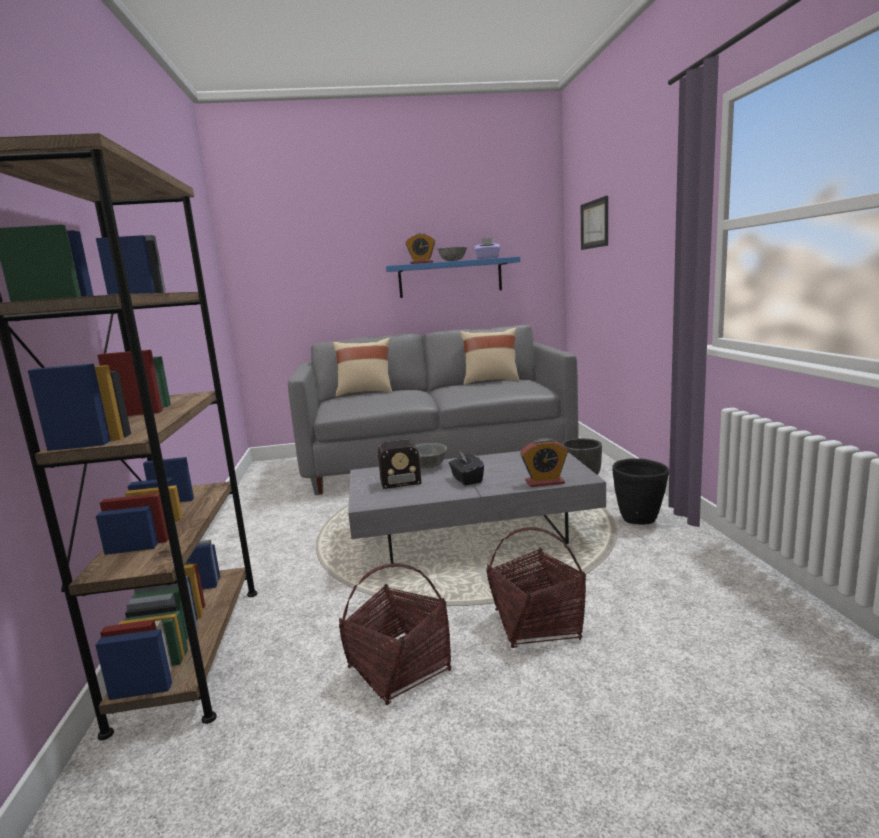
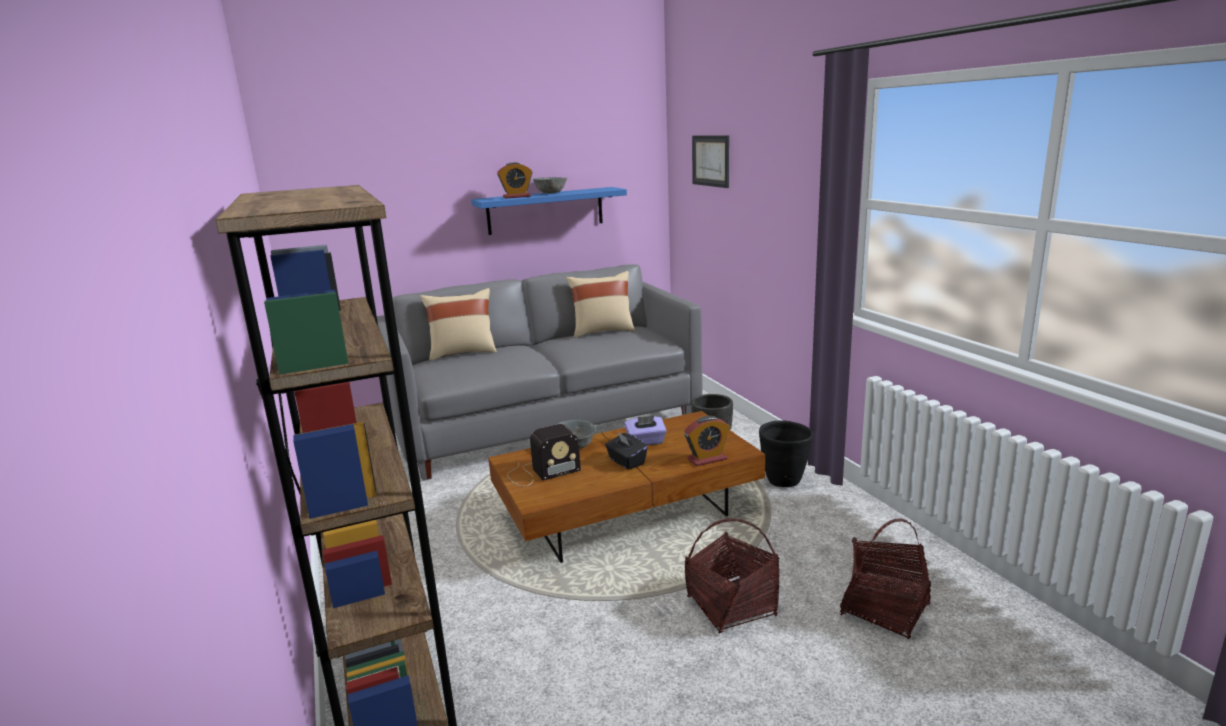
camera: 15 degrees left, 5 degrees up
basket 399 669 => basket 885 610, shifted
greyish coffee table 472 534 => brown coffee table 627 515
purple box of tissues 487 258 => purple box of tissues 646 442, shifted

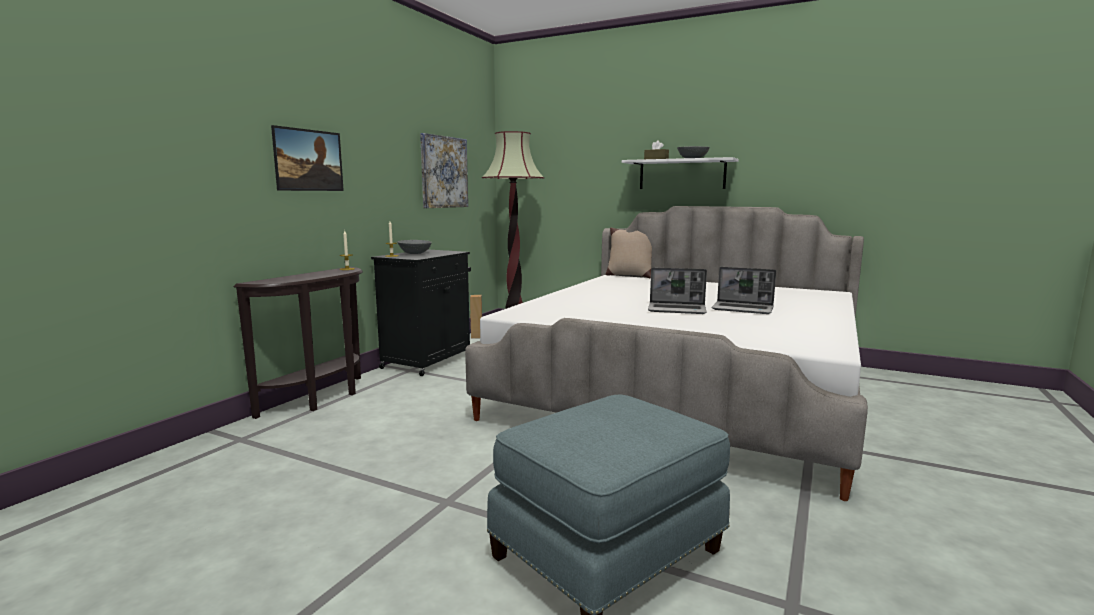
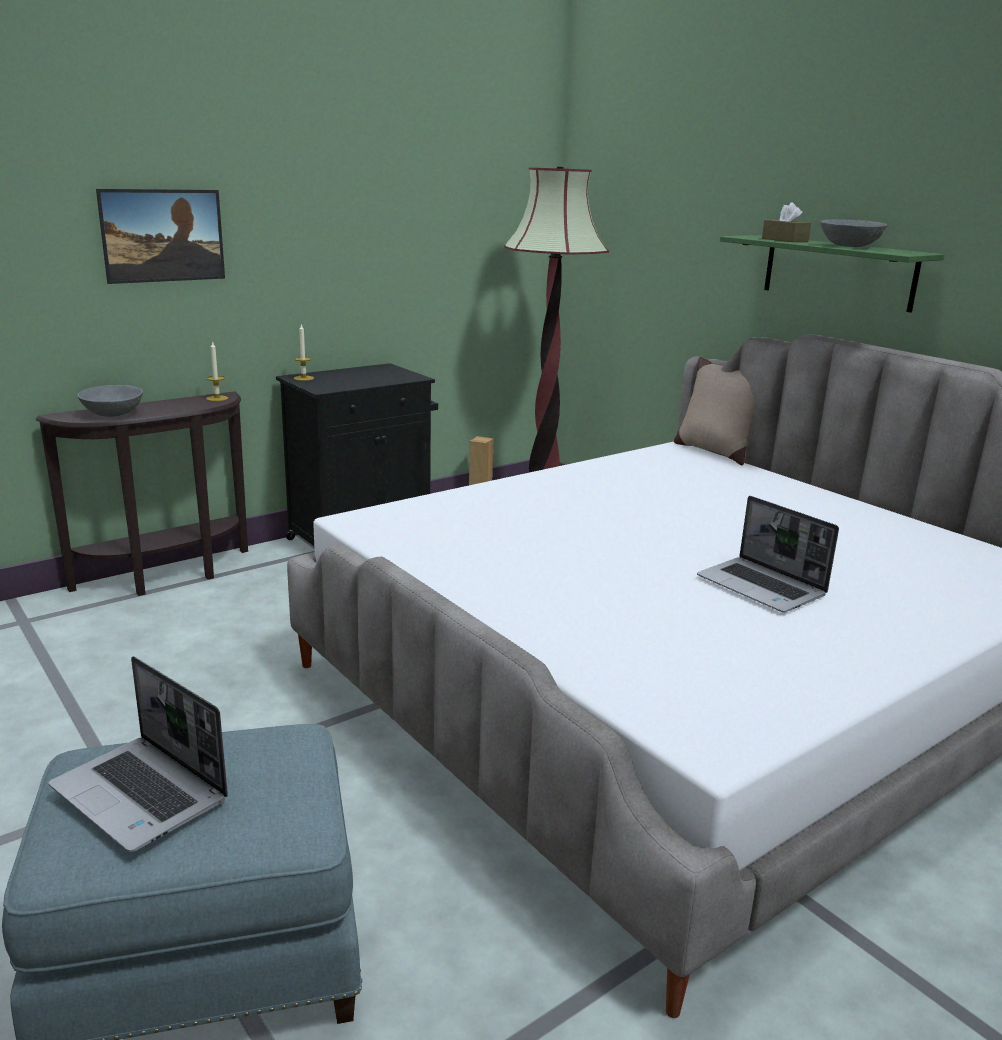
camera: 25 degrees right, 10 degrees up
greyish bowl 414 253 => greyish bowl 112 414, shifted
wall picture 444 172 => nothing
white shelf 682 174 => green shelf 838 272
laptop 677 310 => laptop 142 794, shifted

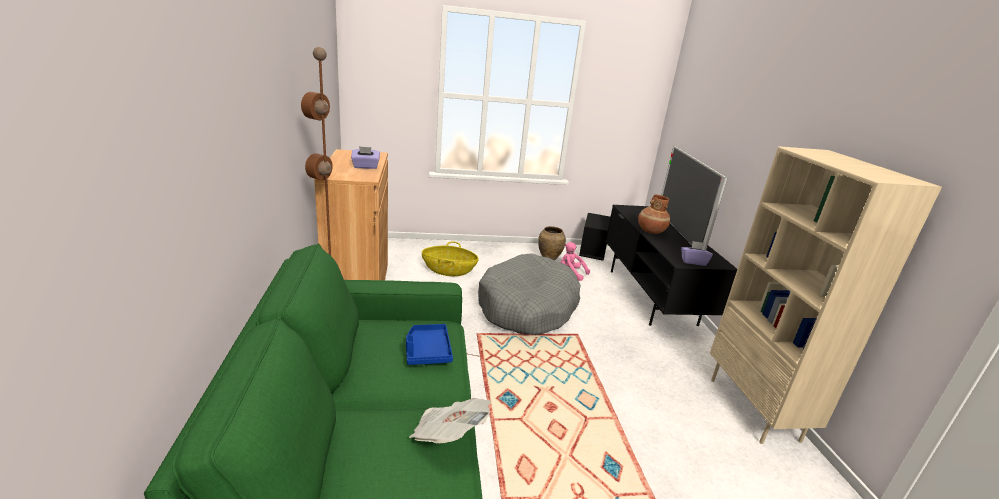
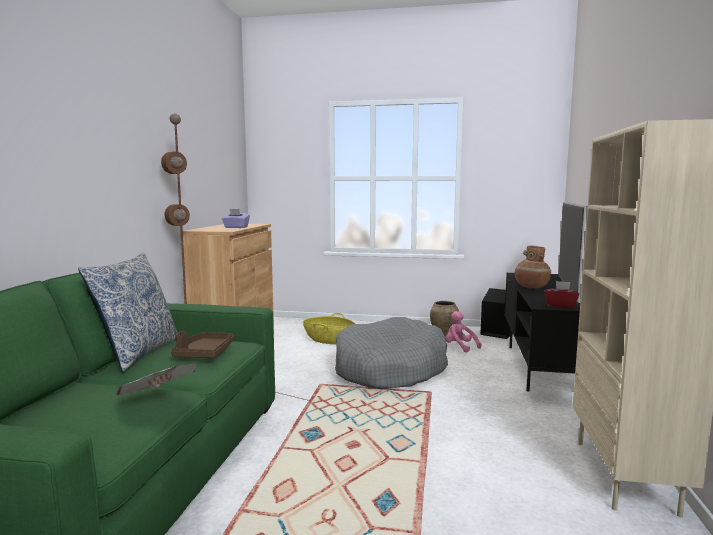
camera: 20 degrees right, 15 degrees down
blue-coloured tray 427 351 => brown tray 204 353
purple box of tissues 693 262 => red box of tissues 561 305
nothing => pillow 137 353

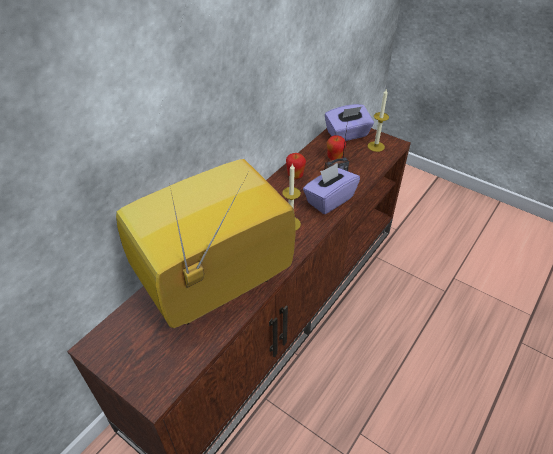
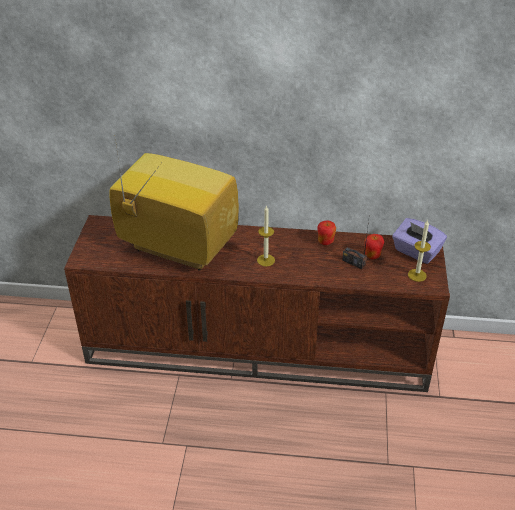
camera: 60 degrees right, 5 degrees down
purple box of tissues 329 200 => nothing

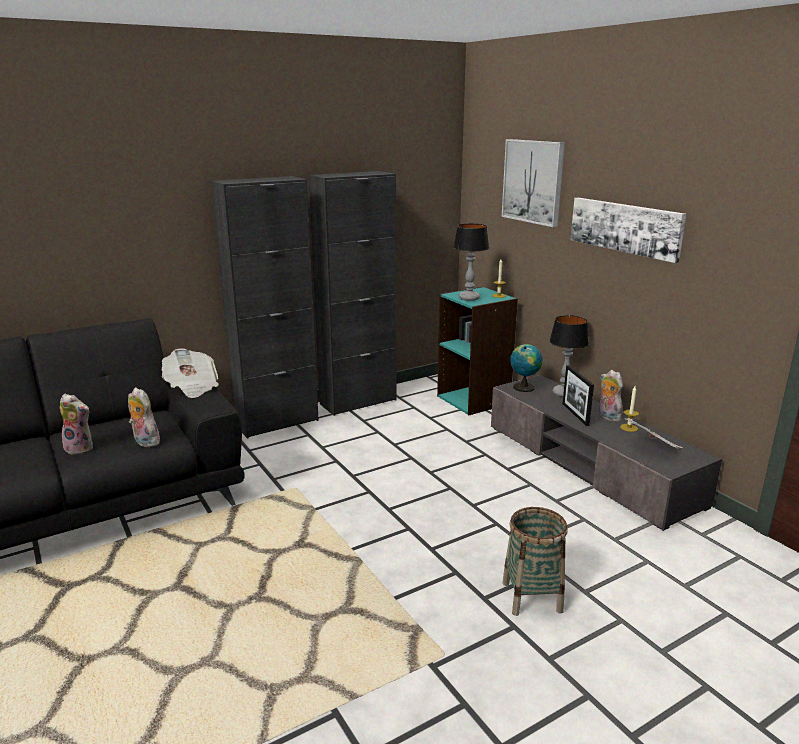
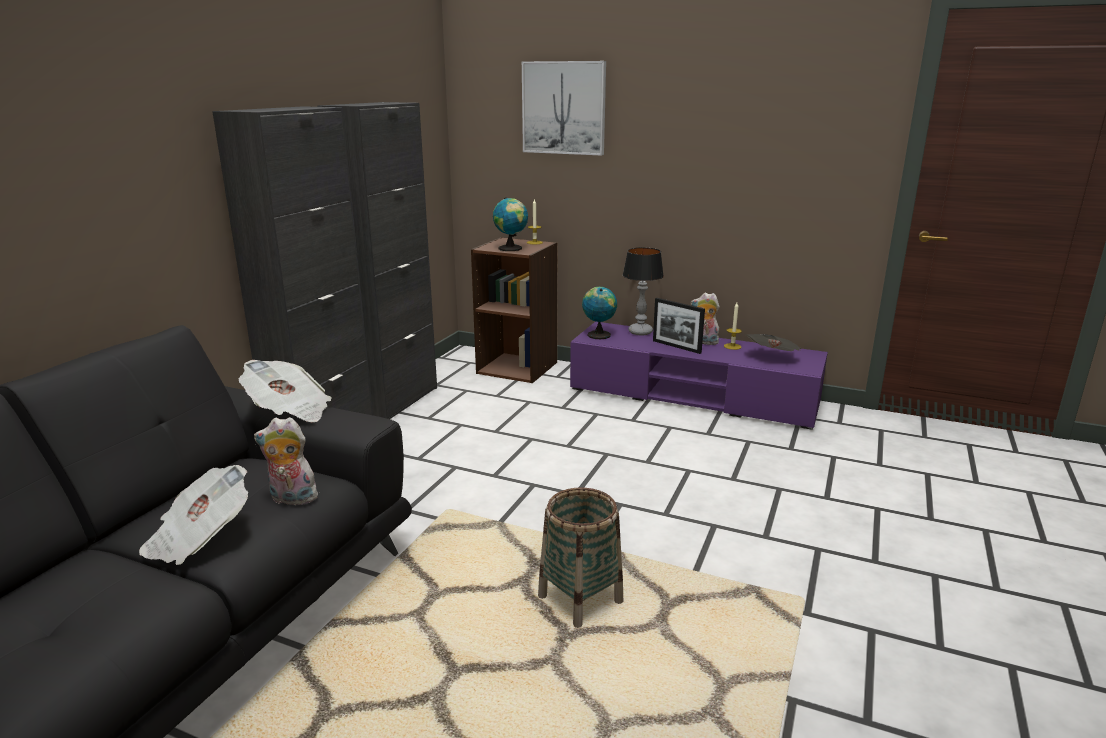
camera: 35 degrees left, 0 degrees up
plush toy 81 448 => newspaper 200 538
turquoise shelving unit 474 399 => brown shelving unit 517 367
lamp for a table 469 298 => desk globe 511 249
greyish media console 589 464 => purple media console 692 396
basket 532 597 => basket 580 599, shifted
wall picture 625 227 => nothing

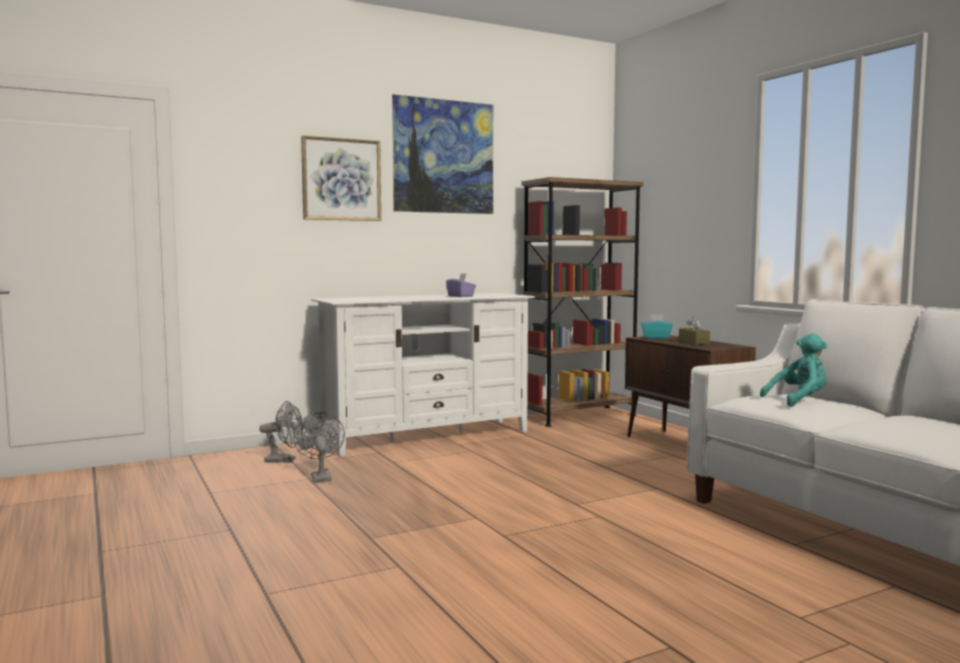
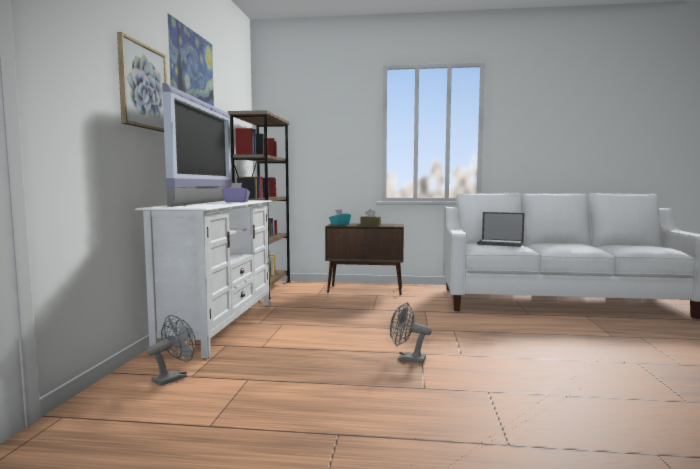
camera: 55 degrees left, 0 degrees up
greyish cooling fan 320 476 => greyish cooling fan 406 359, shifted
turquoise plush toy 799 400 => laptop 501 243
nothing => TV set 205 202

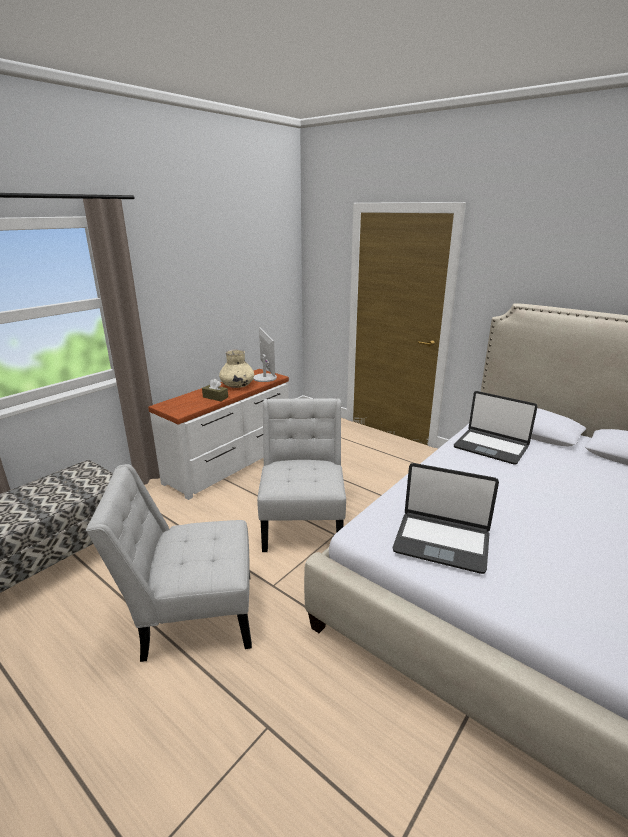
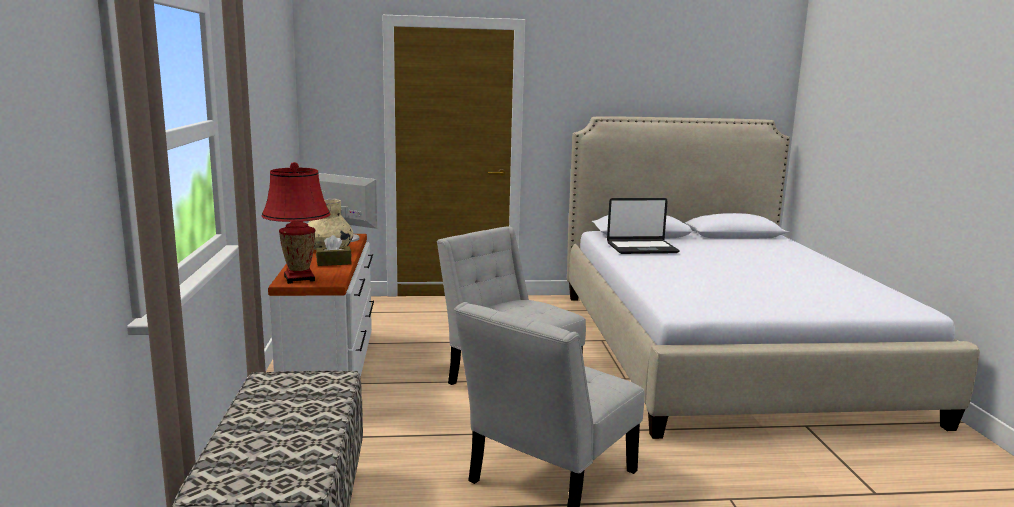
camera: 45 degrees left, 10 degrees down
laptop 441 542 => nothing
nothing => red lamp for a table 299 278

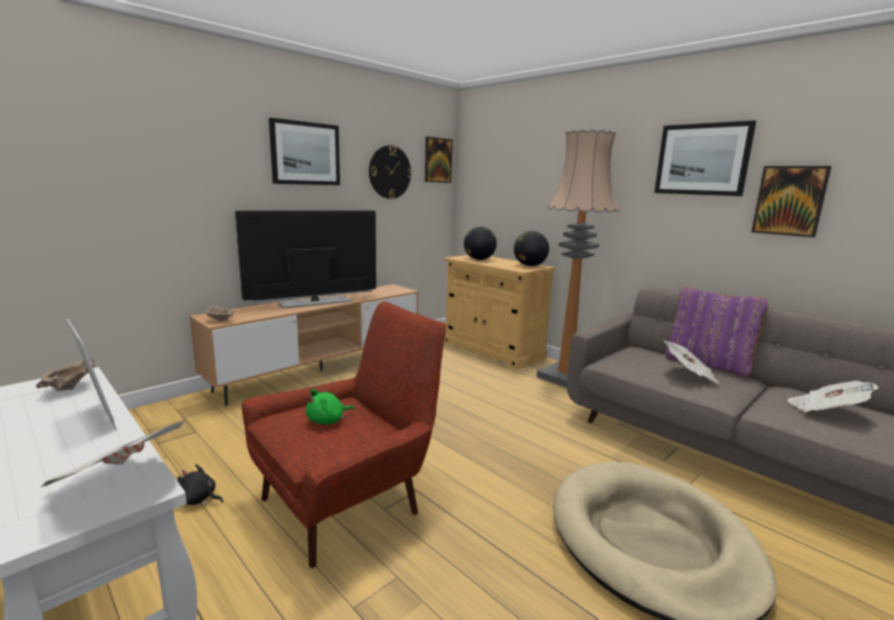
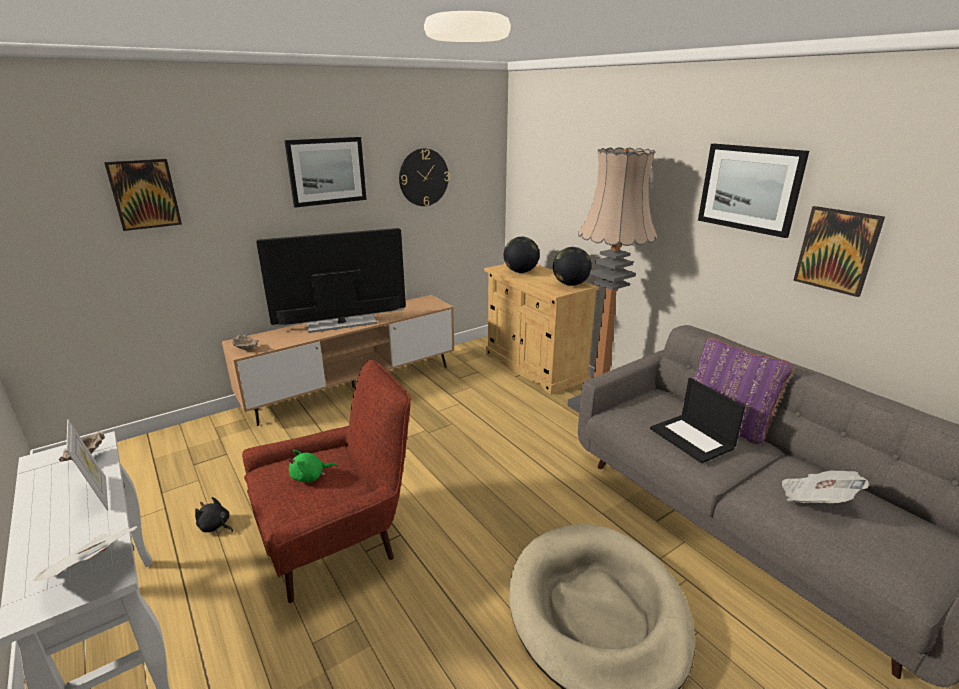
camera: 10 degrees right, 10 degrees up
wall picture 437 160 => wall picture 144 194, shifted
newspaper 689 375 => laptop 692 438

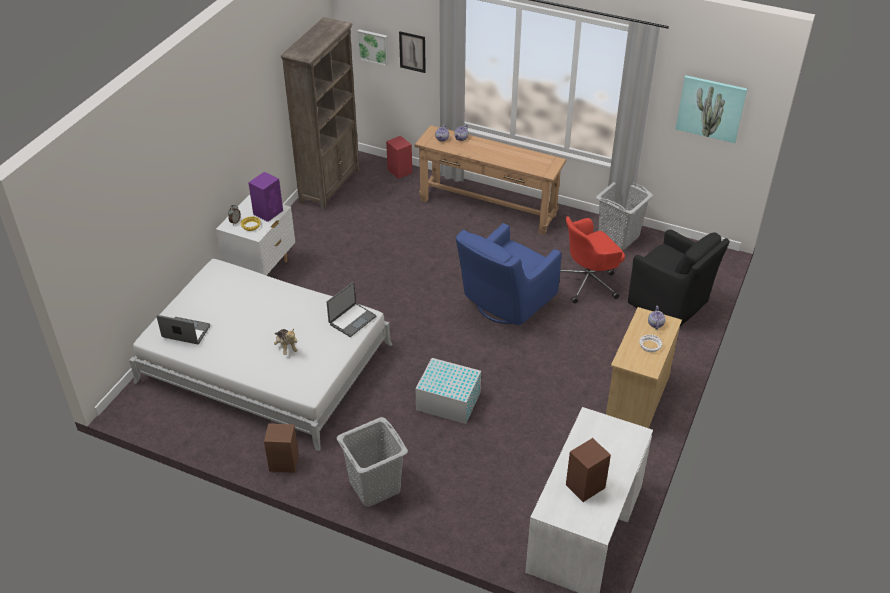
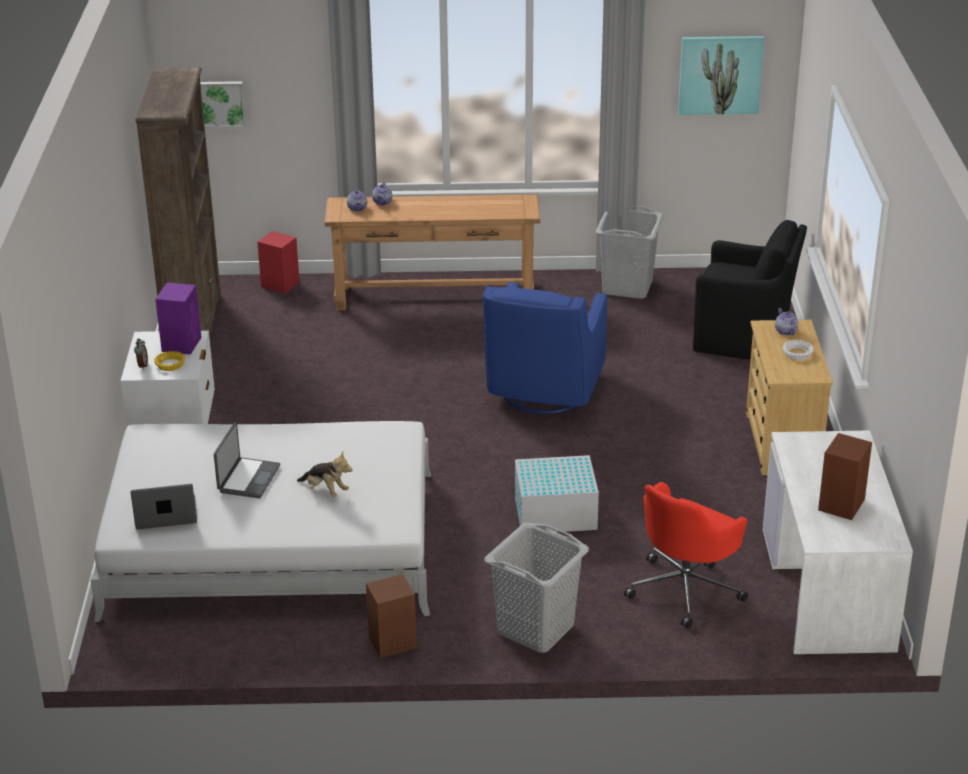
camera: 25 degrees left, 10 degrees down
laptop 352 320 => laptop 248 479, shifted
wall picture 412 52 => nothing
red computer chair 588 282 => red computer chair 686 589, shifted

